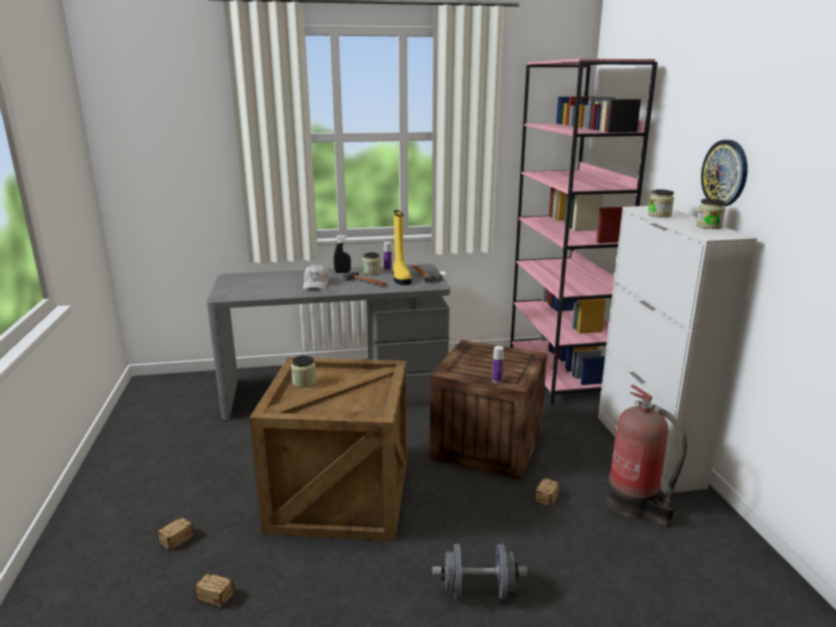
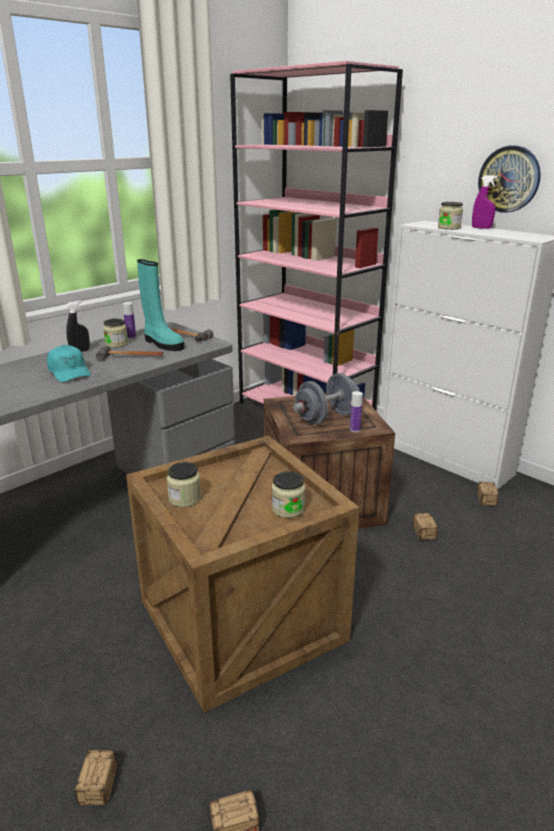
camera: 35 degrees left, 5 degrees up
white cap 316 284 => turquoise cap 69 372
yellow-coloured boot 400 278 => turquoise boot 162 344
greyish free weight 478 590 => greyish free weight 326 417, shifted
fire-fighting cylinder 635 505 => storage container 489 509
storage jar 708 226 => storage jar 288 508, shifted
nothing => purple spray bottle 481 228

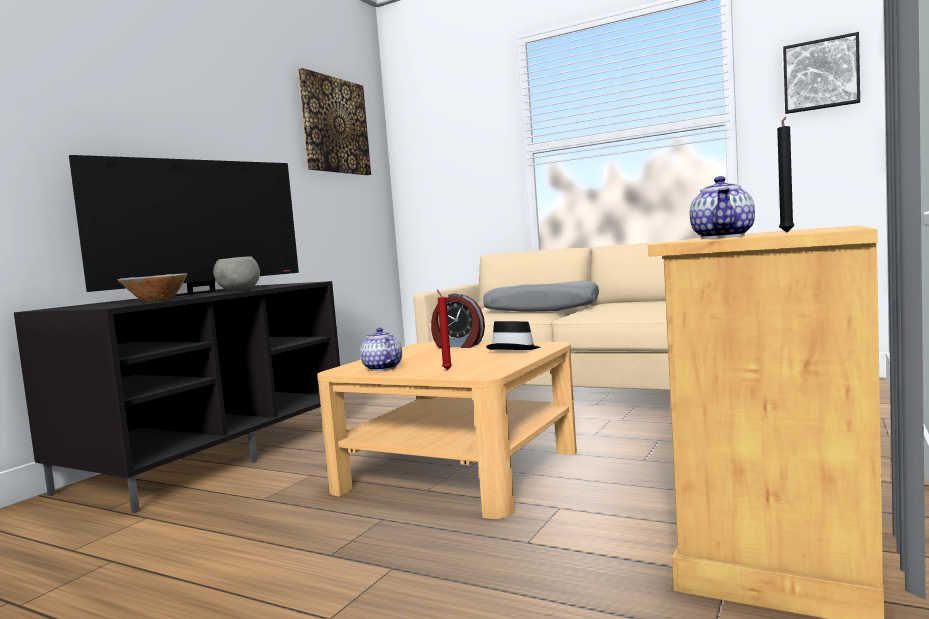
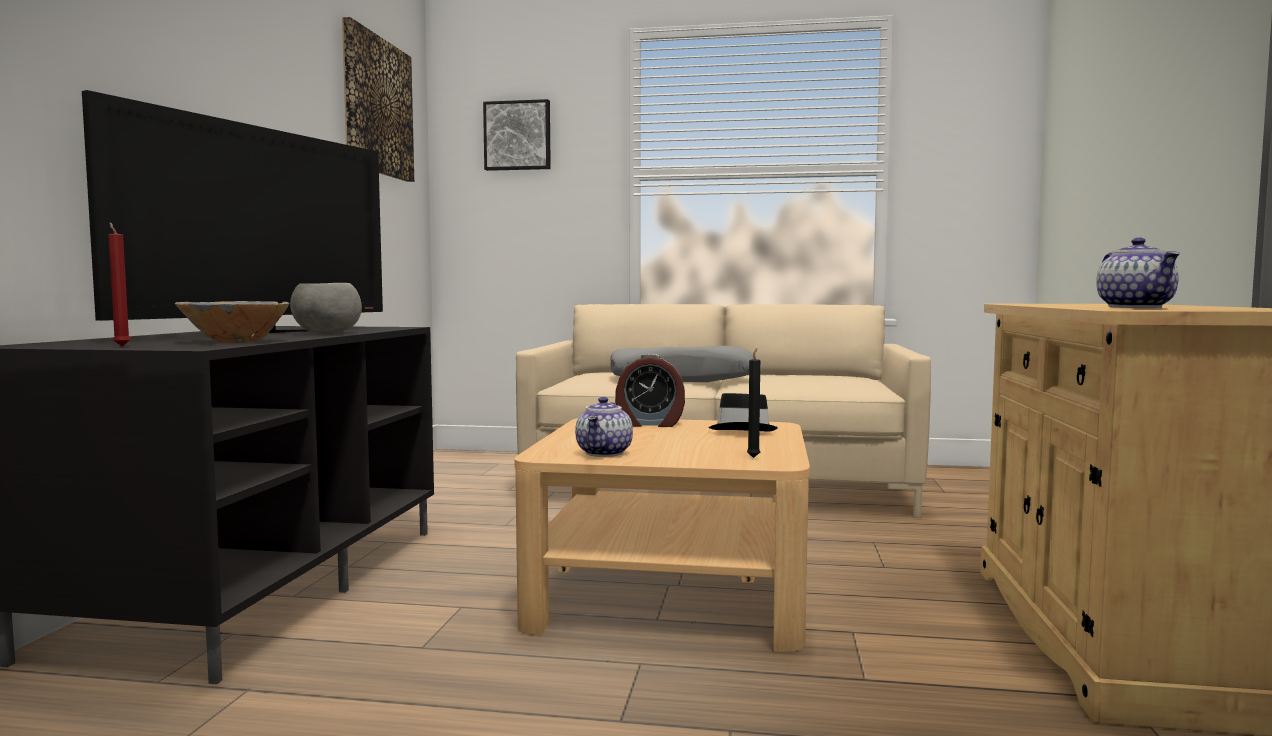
camera: 20 degrees left, 0 degrees up
tea pot 381 368 => tea pot 605 453, 120 degrees counterclockwise
red wax candle 446 369 => red wax candle 121 346, shifted
blackish wax candle 787 232 => blackish wax candle 754 457, shifted
wall picture 821 75 => wall picture 518 136, shifted

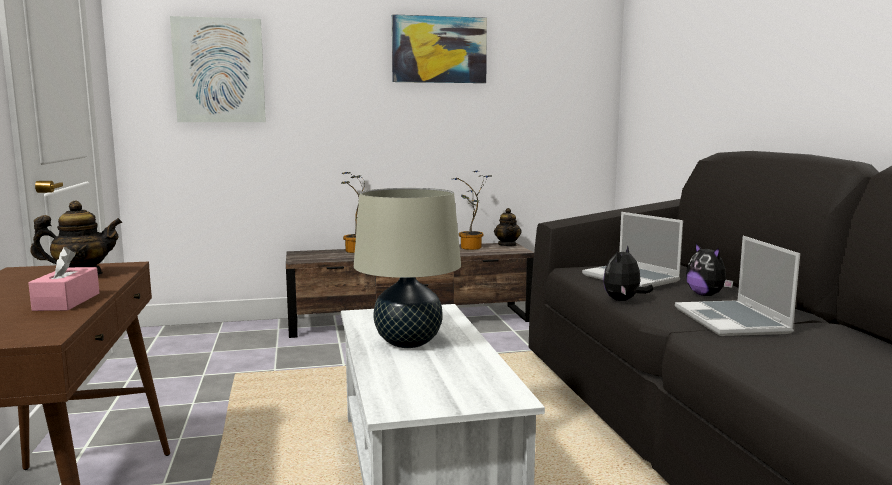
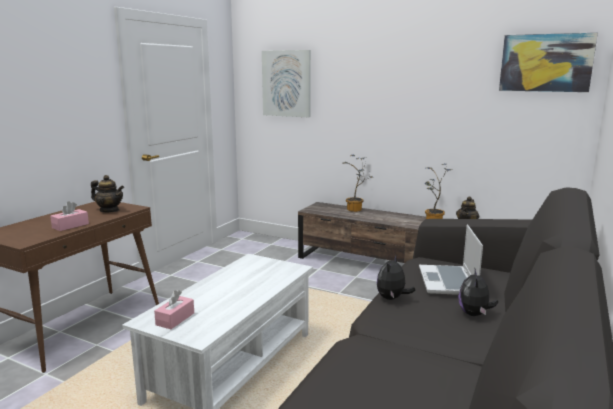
camera: 40 degrees right, 5 degrees up
beige-coloured lamp for a table 408 342 => nothing
wall picture 439 50 => wall picture 546 63, shifted
plush toy 623 301 => plush toy 392 298, 45 degrees counterclockwise
laptop 733 321 => nothing
nothing => pink box of tissues 175 319

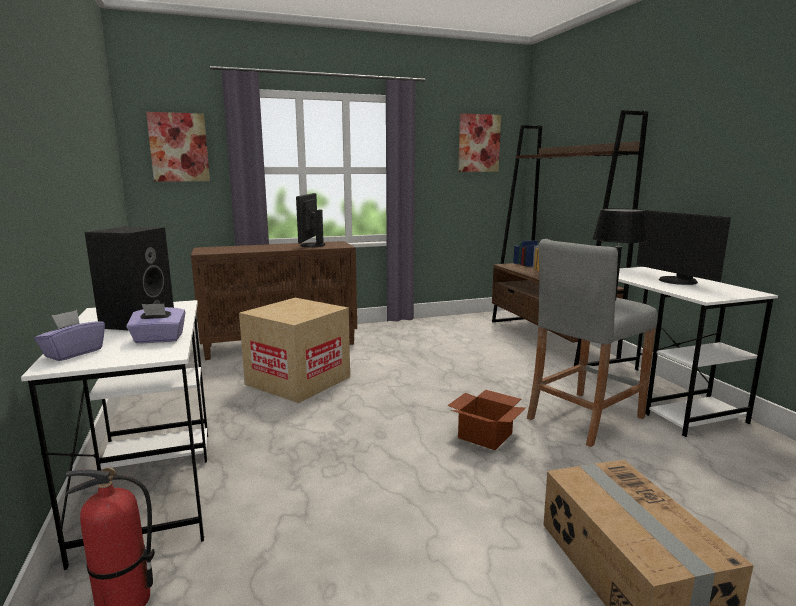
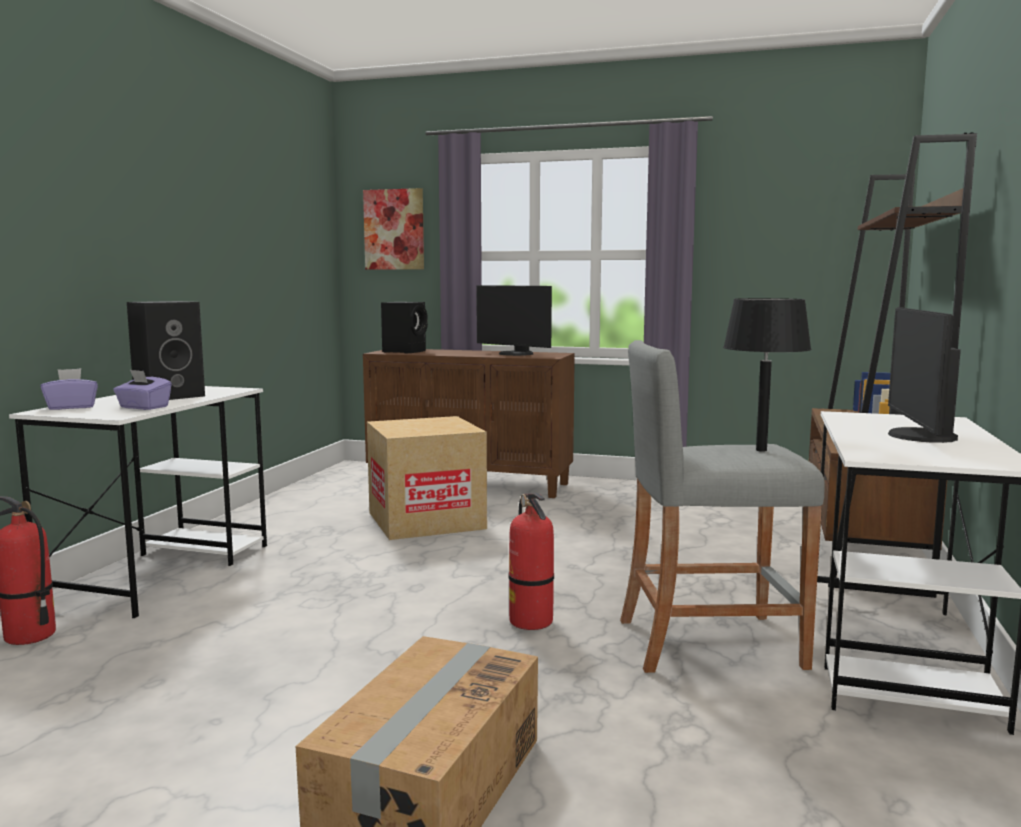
camera: 35 degrees right, 5 degrees down
computer display 311 245 => computer display 514 354, 90 degrees counterclockwise
cardboard box 486 435 => fire-fighting cylinder 531 622
wall picture 479 143 => nothing
nothing => blackish audio speaker 405 351

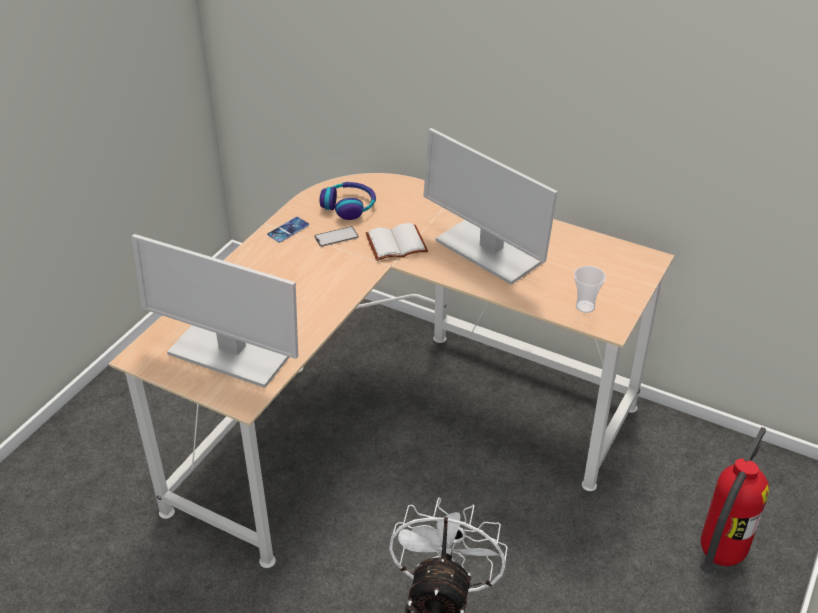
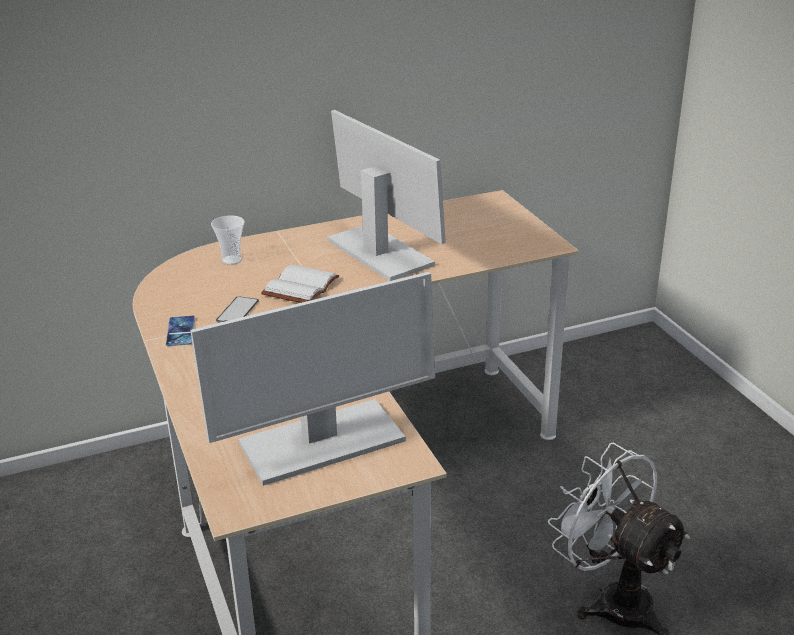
camera: 50 degrees left, 10 degrees down
headphones 349 206 => nothing
computer display 487 251 => computer display 381 253, 120 degrees counterclockwise
small cup 585 306 => small cup 231 260, shifted
fire-fighting cylinder 719 555 => nothing

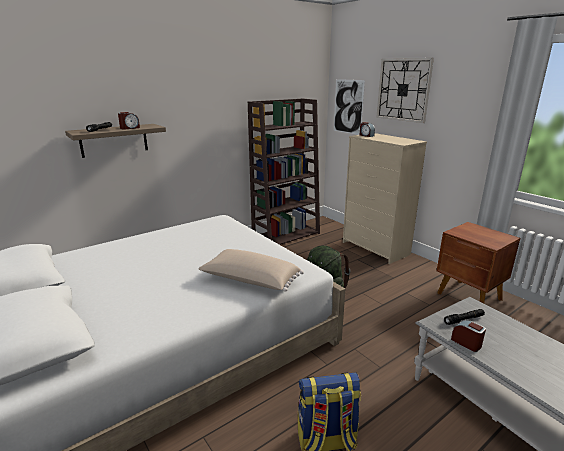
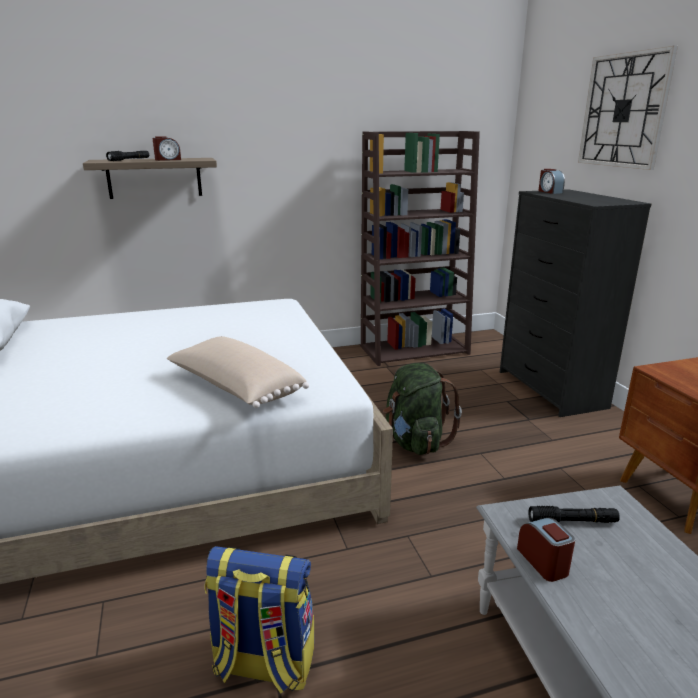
camera: 20 degrees right, 0 degrees up
wall picture 348 106 => nothing
beige-coloured drawer chest 376 248 => blackish drawer chest 551 389

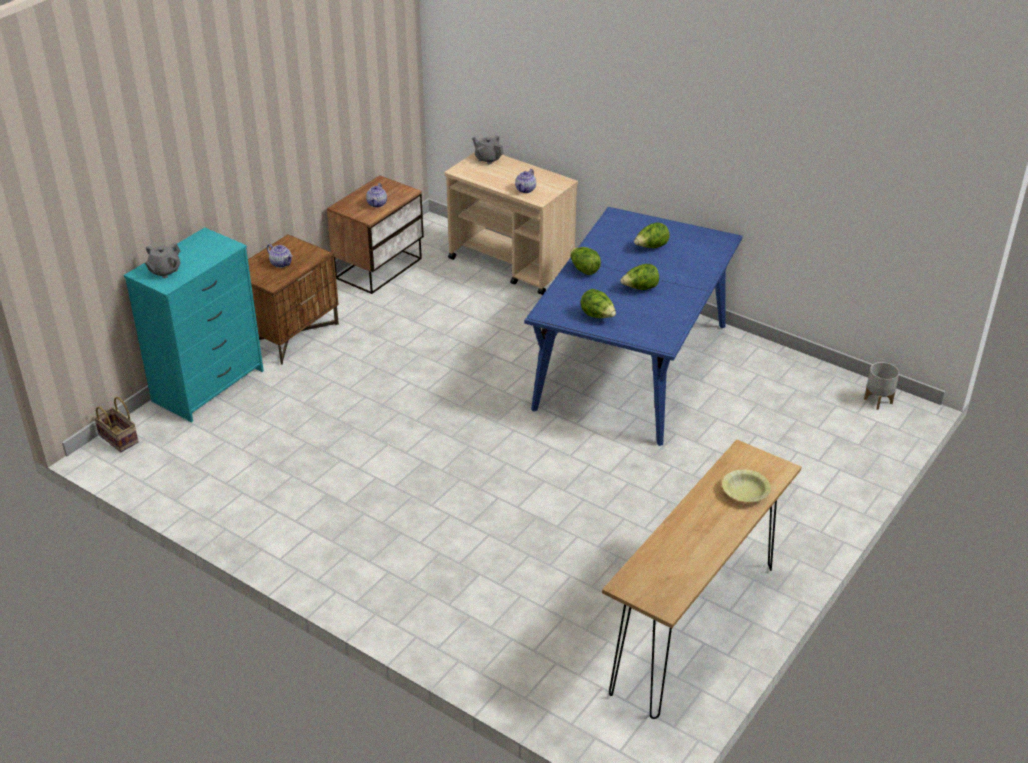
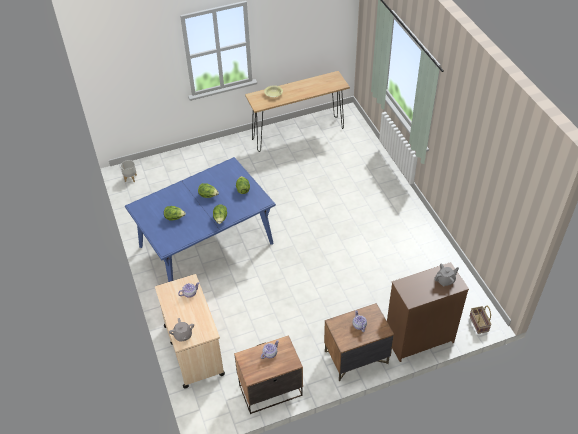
camera: 145 degrees left, 10 degrees up
turquoise drawer chest 209 386 => brown drawer chest 419 338

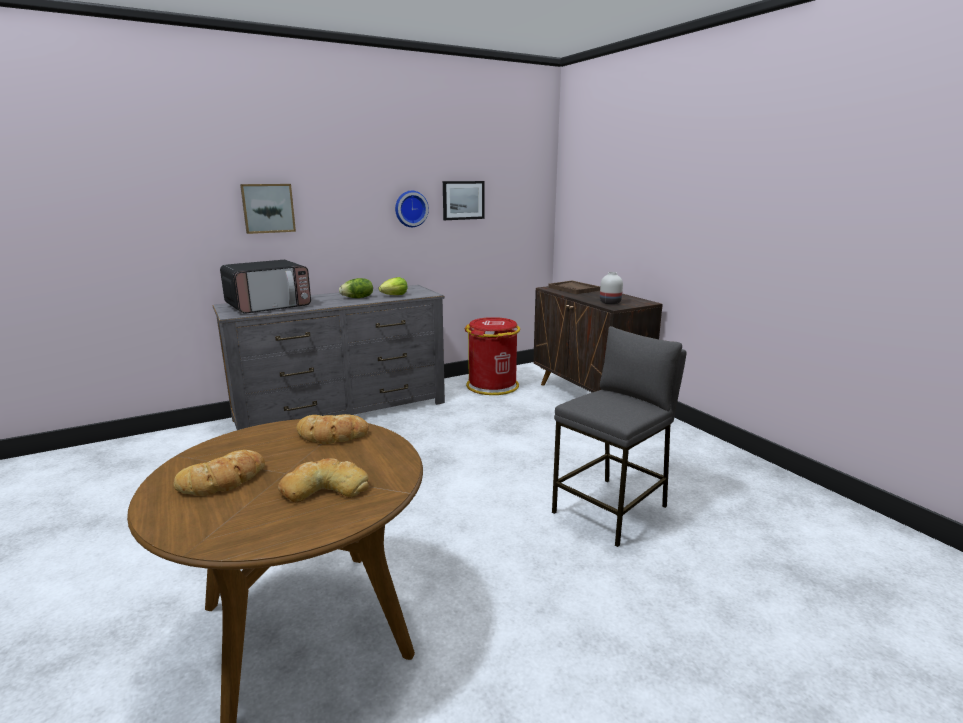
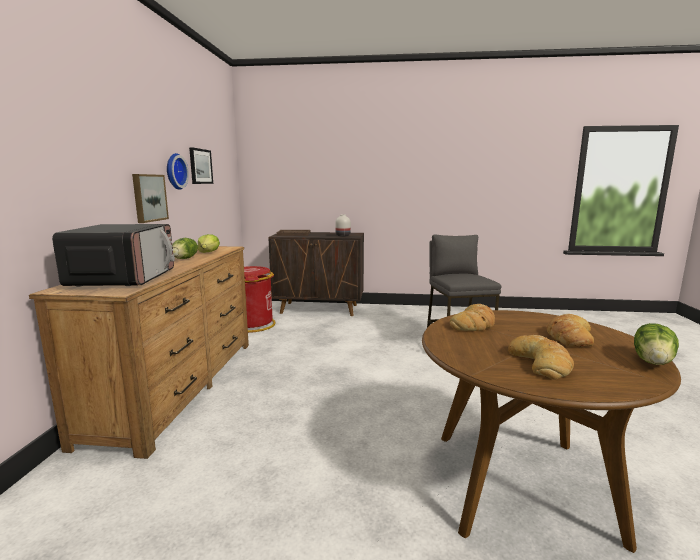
camera: 55 degrees left, 5 degrees down
greyish drawer chest 342 410 => brown drawer chest 178 385
wall picture 268 208 => wall picture 149 198, shifted
nothing => lettuce 653 361

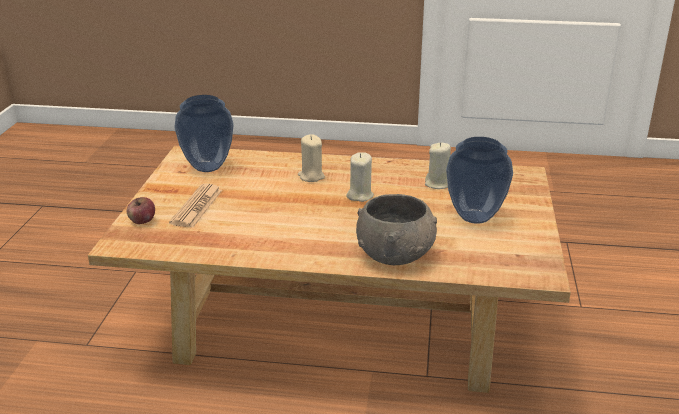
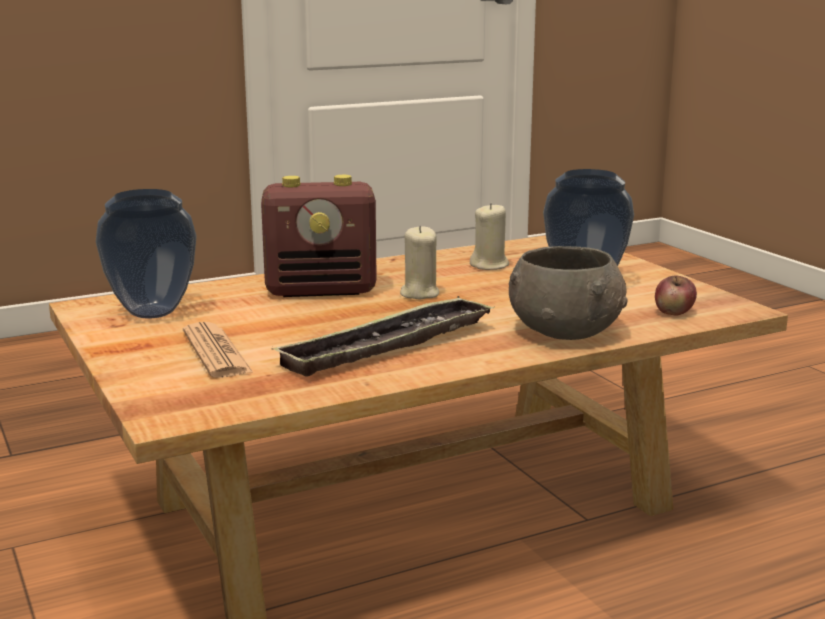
camera: 35 degrees left, 10 degrees down
apple fruit 142 221 => apple fruit 674 312, shifted
beige-coloured wax candle 311 176 => radio receiver 322 291
nothing => tray 388 346

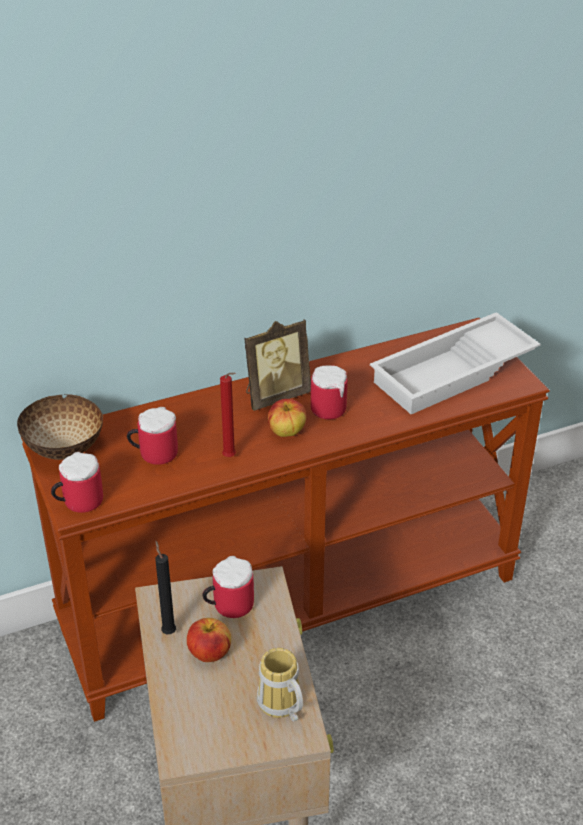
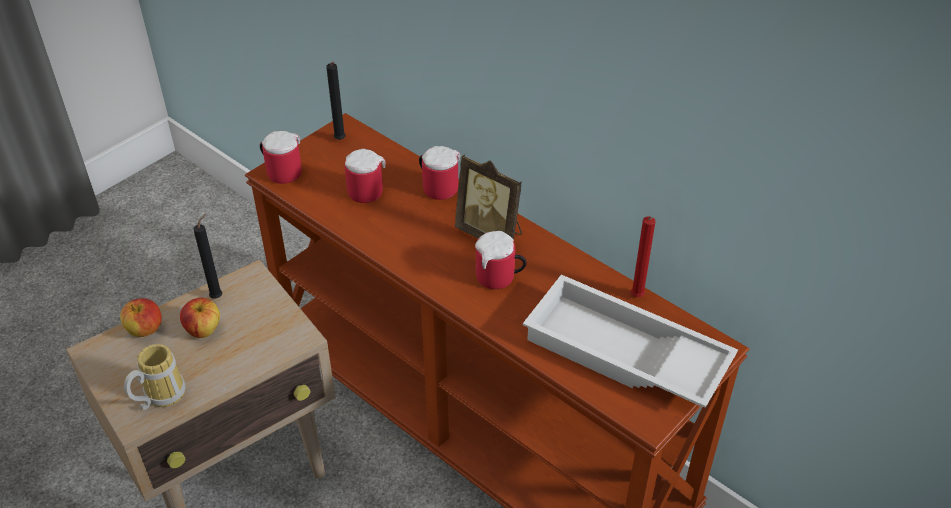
camera: 65 degrees right, 5 degrees up
bowl 65 449 => blackish wax candle 340 141
coffee mug 228 604 => coffee mug 438 186, shifted
red wax candle 231 458 => red wax candle 636 298, shifted
apple fruit 287 431 => apple fruit 145 330, shifted

